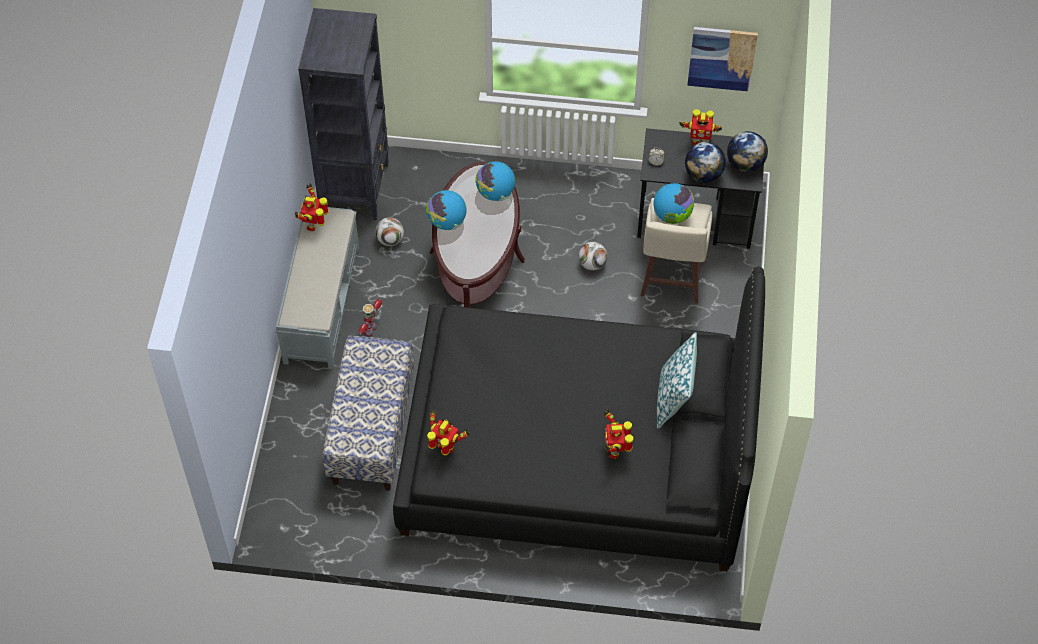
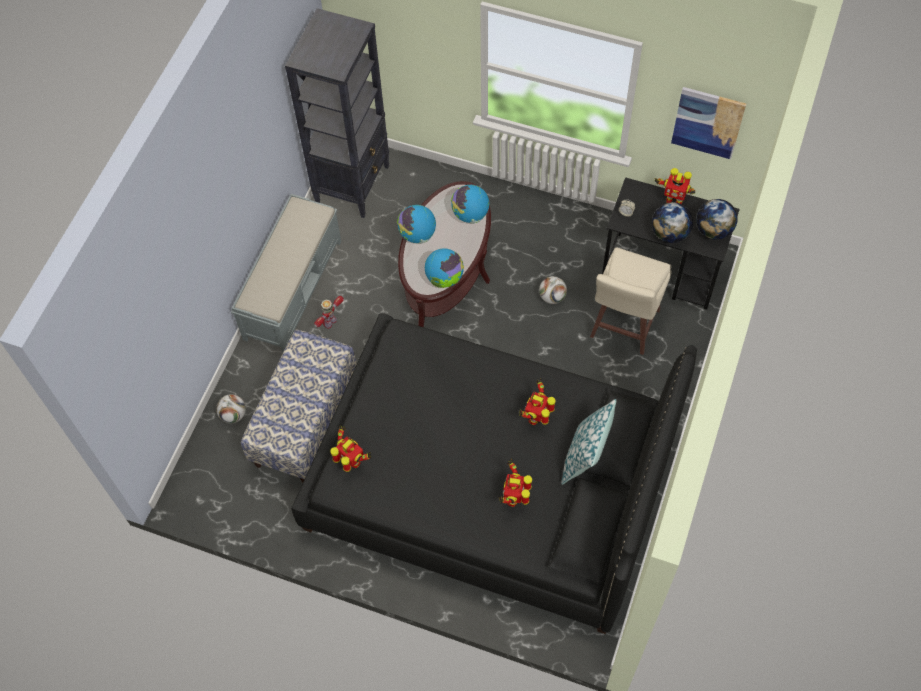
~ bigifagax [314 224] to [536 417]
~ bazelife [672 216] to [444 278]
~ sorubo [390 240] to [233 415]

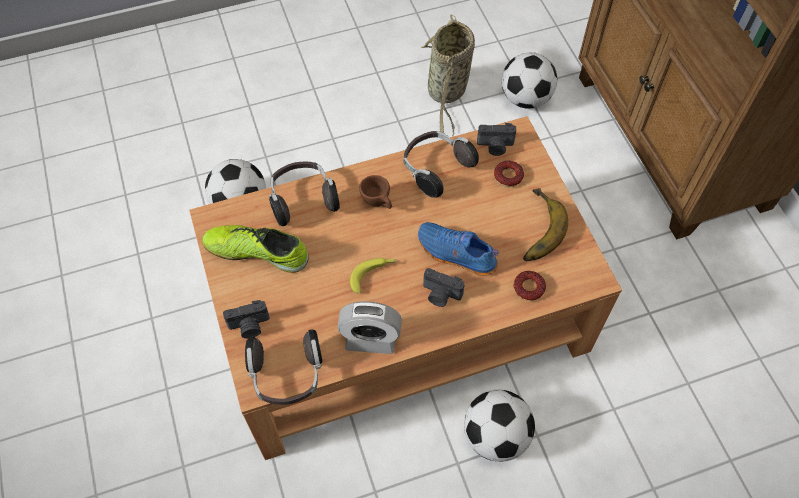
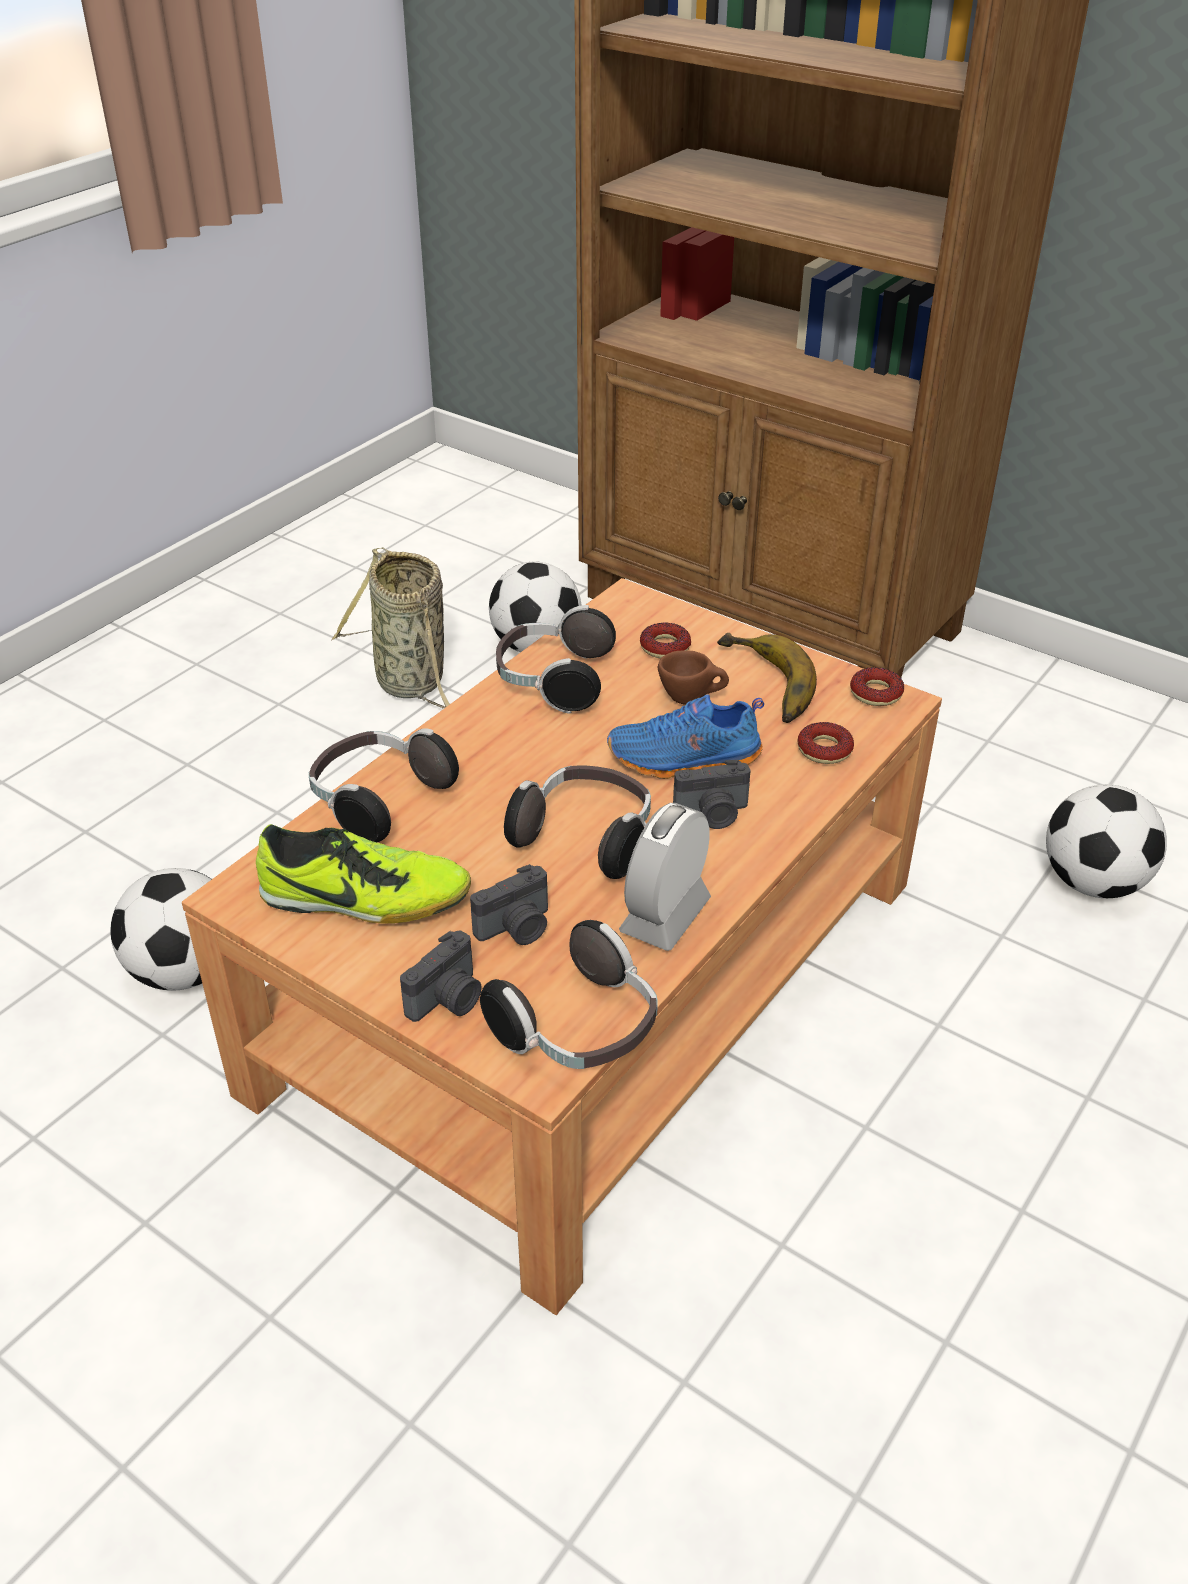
~ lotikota [495 146] to [517 928]
~ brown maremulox [378 203] to [692 699]
~ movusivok [257 252] = [365 899] 150 degrees counterclockwise
~ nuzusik [373 274] to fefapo [587 838]
~ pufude [370 339] = [665 915] 150 degrees clockwise
~ sorubo [495 436] to [1093 883]
+ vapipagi [876 693]

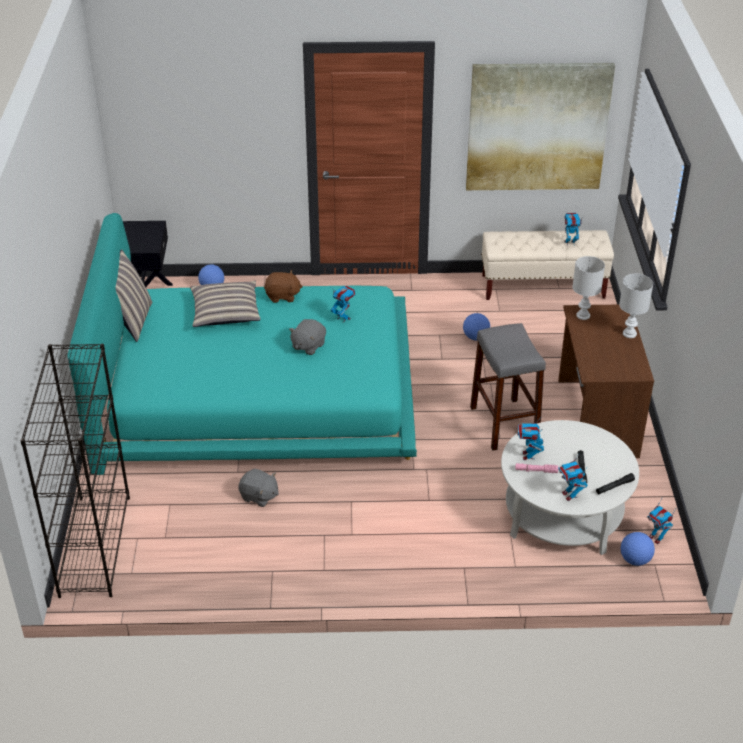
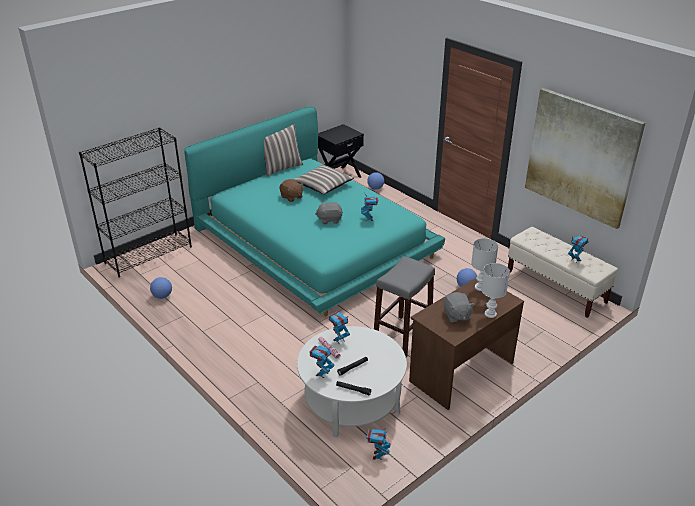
~ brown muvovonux [282 296] to [291 197]
~ grey muvovonux [259 496] to [456 316]
~ sorubo [635 560] to [162 296]

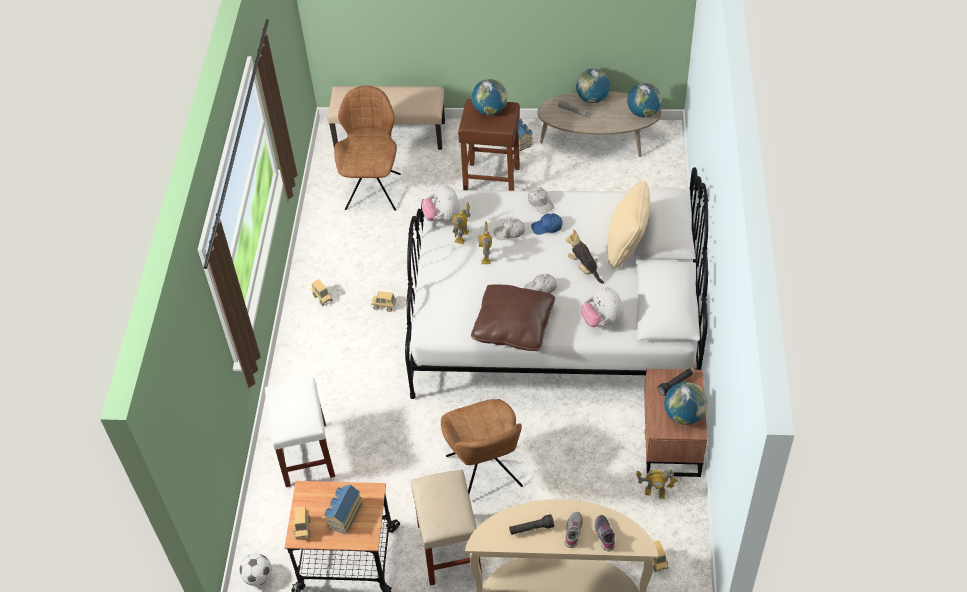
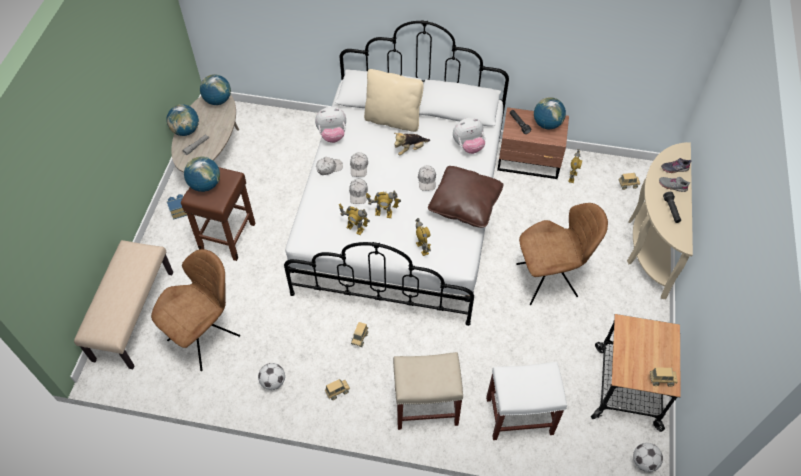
~ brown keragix [373 190] = [206 336] 120 degrees clockwise
~ muvovonux [442 217] to [332 135]
~ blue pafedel [547 227] to white pafedel [359 167]
~ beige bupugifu [448 548] to [425 406]
- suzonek [343 515]
+ bigifagax [422 248]
+ sorubo [273 382]

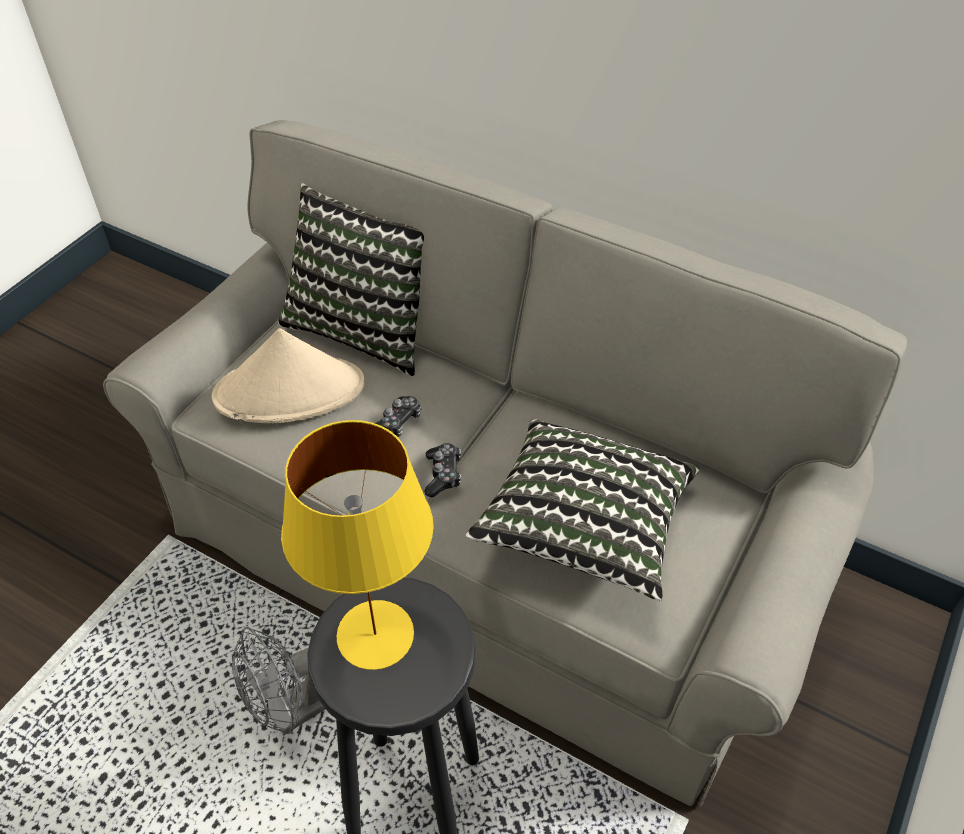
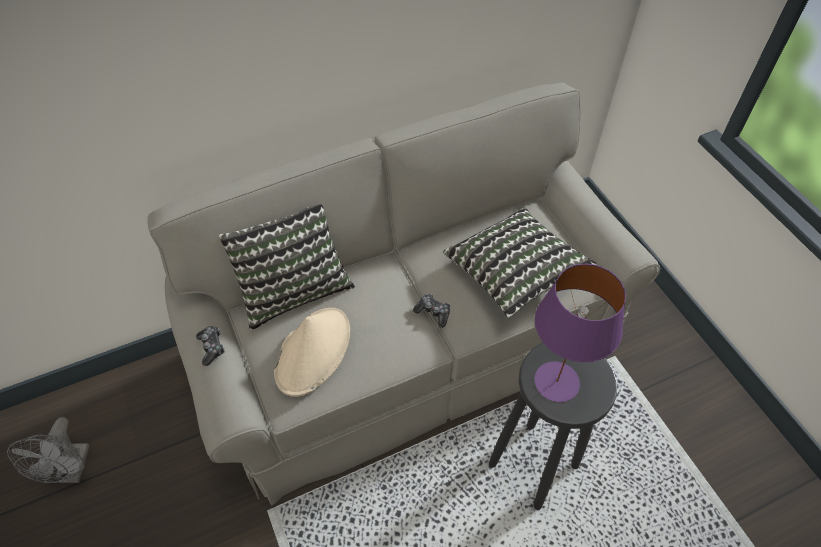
~ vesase [397 422] to [212 347]
~ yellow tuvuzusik [374 633] to purple tuvuzusik [556 381]
~ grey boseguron [293 712] to [72 471]

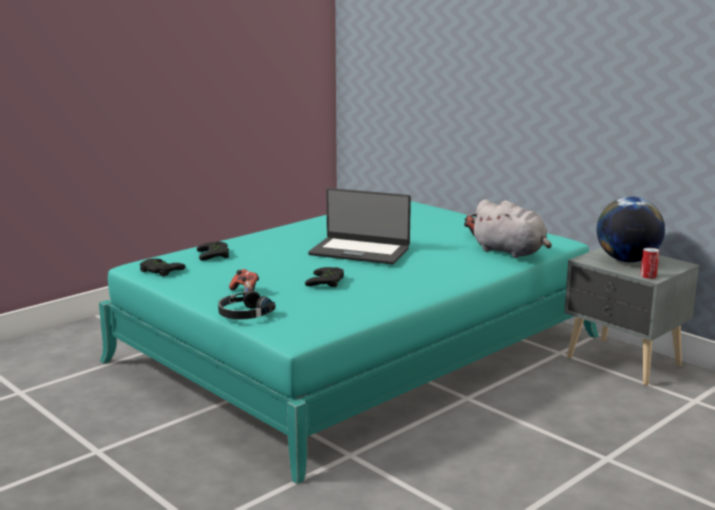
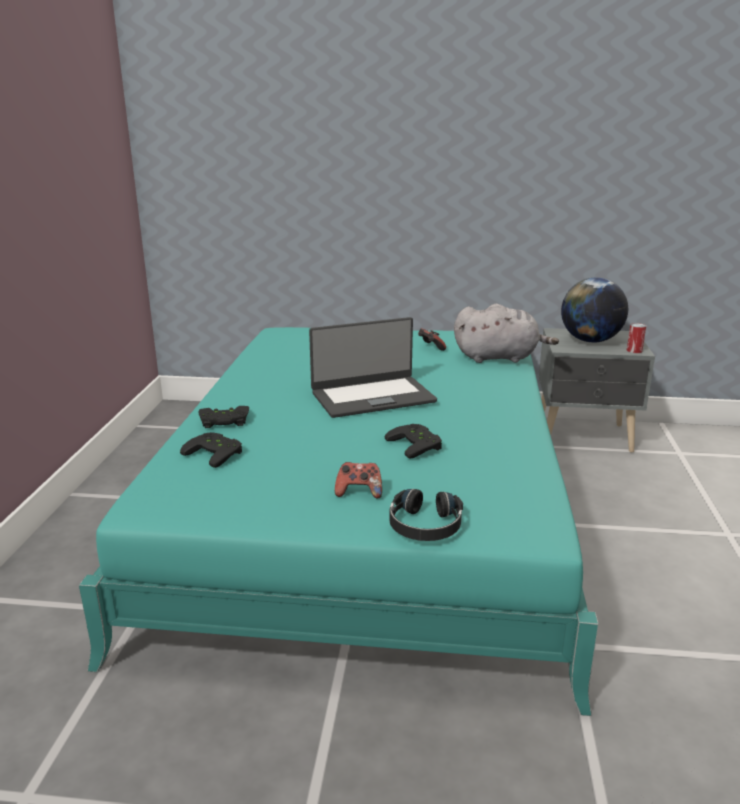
~ black vesase [159 270] to [224 421]

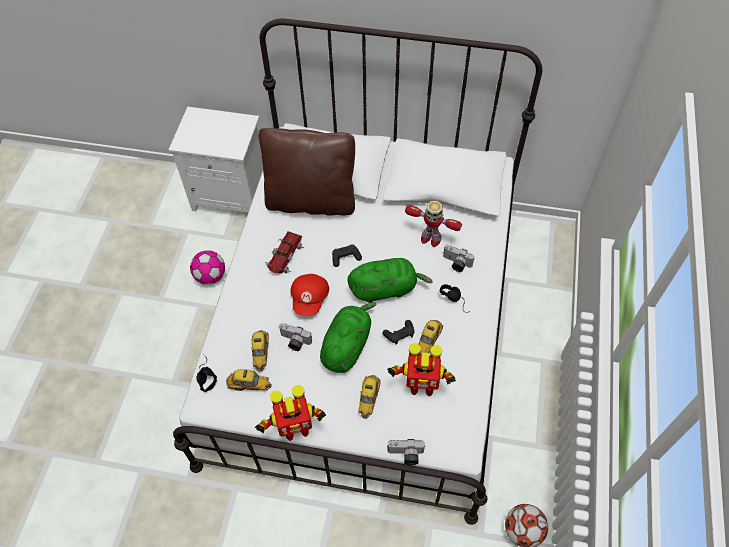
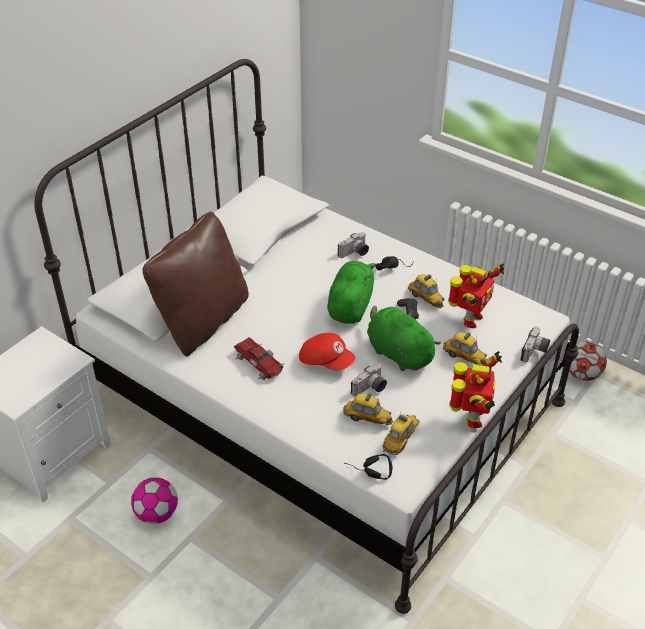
- bigifagax [430 238]
- black vesase [345 257]

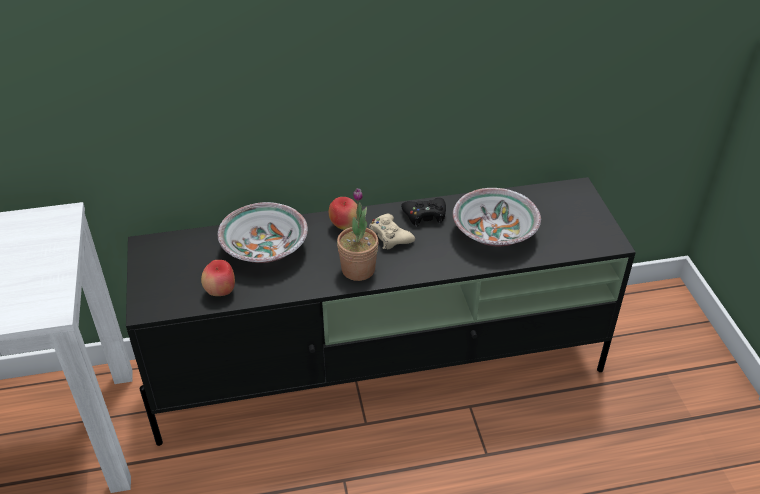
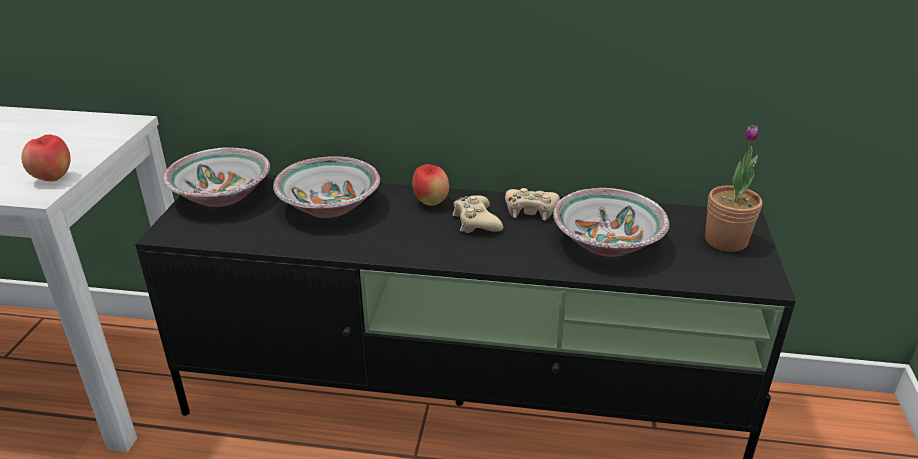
~ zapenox [358 269] to [725 241]
~ black vesase [425 216] to beige vesase [530 210]
~ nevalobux [221 292] to [53 178]
+ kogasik [222 196]

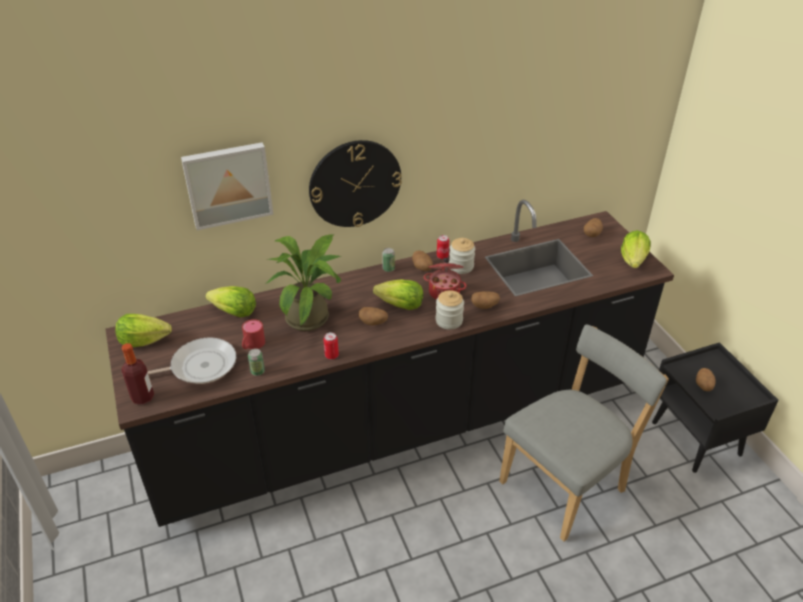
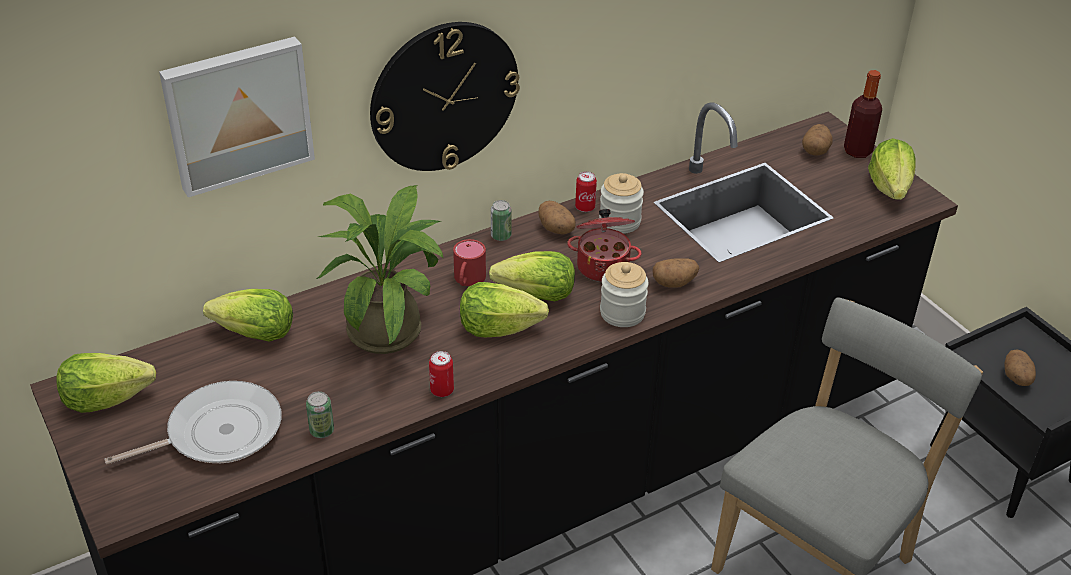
~ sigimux [373 322] to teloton [498 328]
~ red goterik [252 345] to [467 280]
~ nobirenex [142 397] to [857 151]

